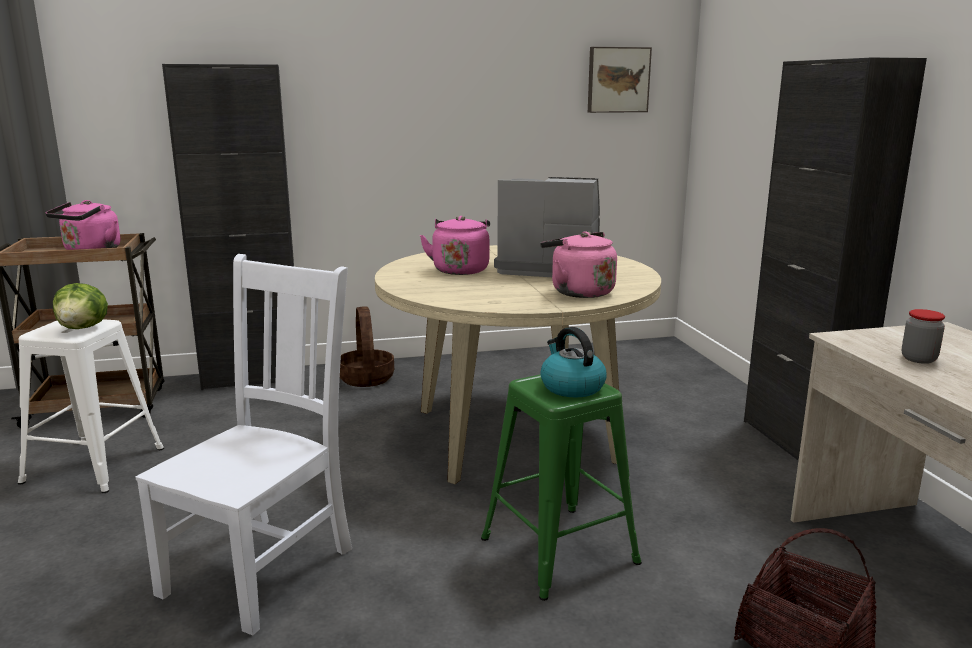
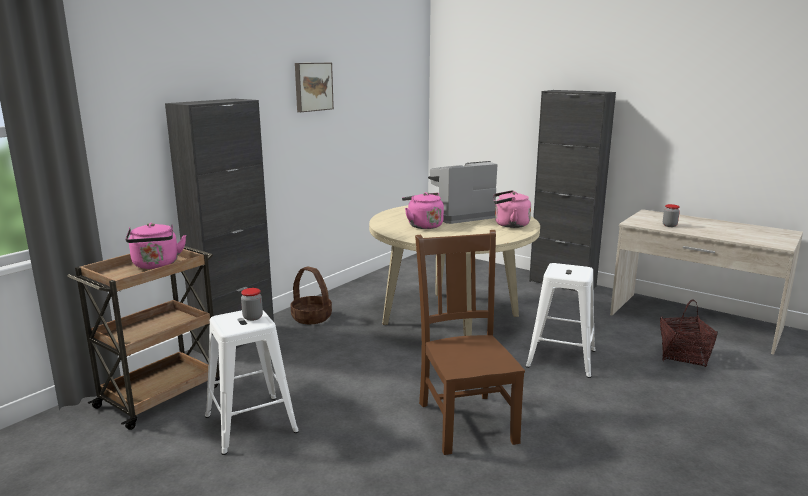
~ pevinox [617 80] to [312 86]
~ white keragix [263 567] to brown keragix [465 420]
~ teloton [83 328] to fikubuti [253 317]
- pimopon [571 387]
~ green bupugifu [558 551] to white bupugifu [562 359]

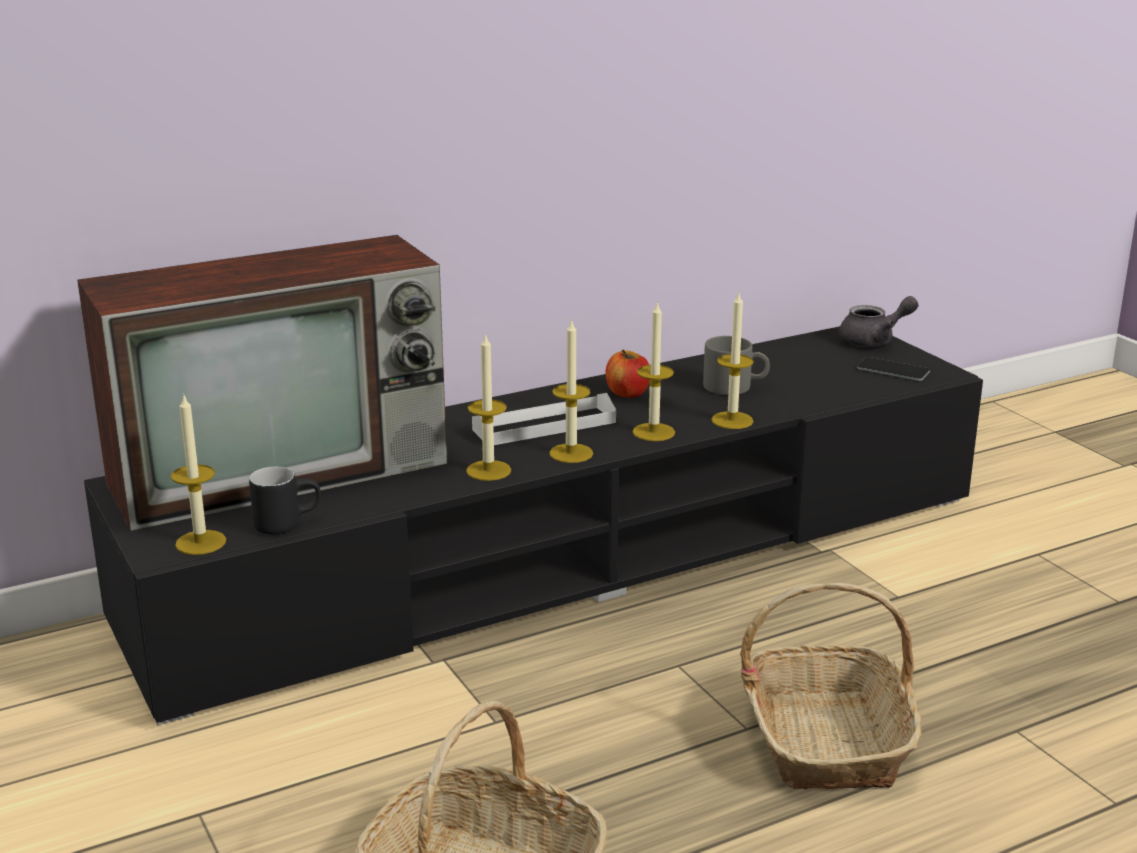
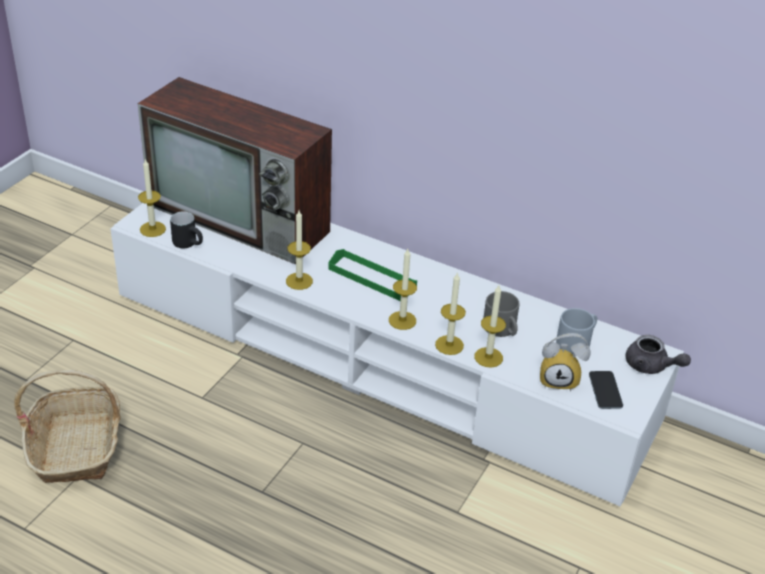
~ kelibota [571 453] to [488 357]
~ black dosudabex [570 558] to white dosudabex [379 358]
- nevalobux [627 393]
~ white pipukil [544 426] to green pipukil [372 278]
- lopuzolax [825 738]
+ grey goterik [576 340]
+ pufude [559 379]

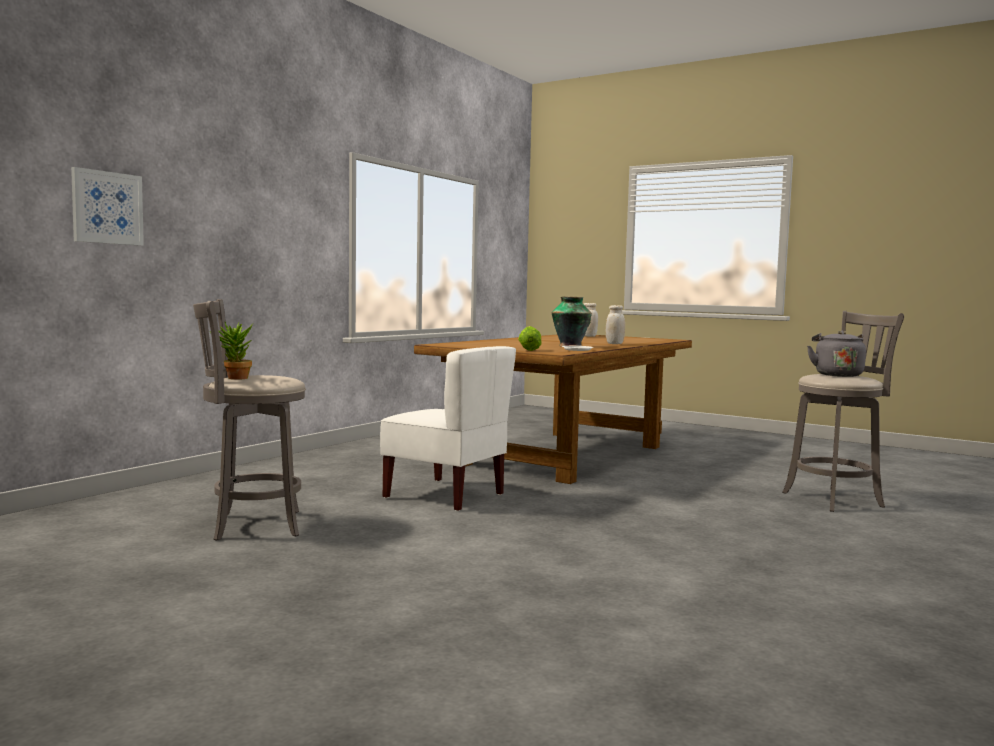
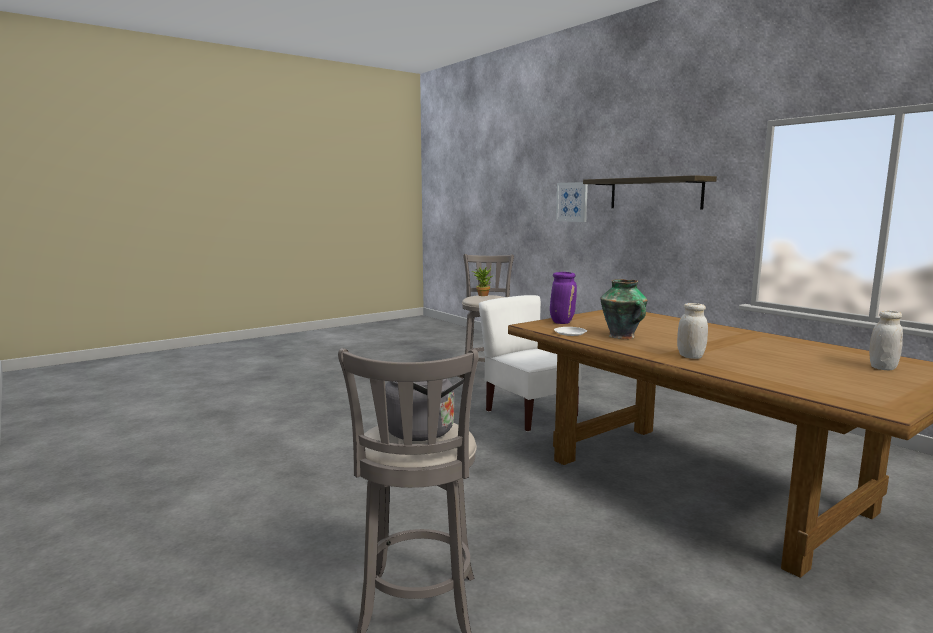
~ teloton [529 350] to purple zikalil [561 322]
~ white keragix [446 496] = [529 414] 90 degrees clockwise
+ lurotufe [655 193]

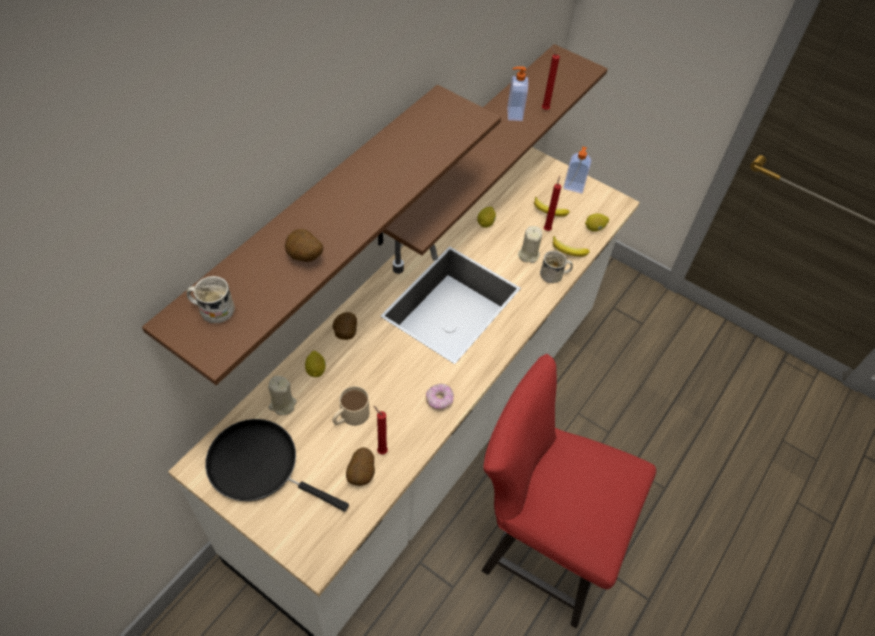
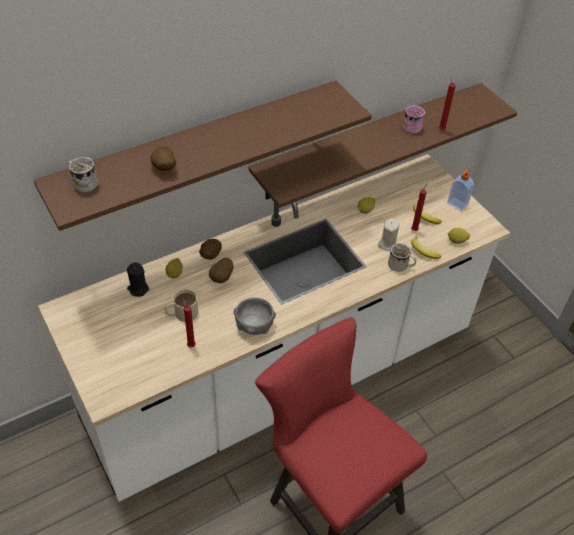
~ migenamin [514 114] to pink goterik [413 126]
~ beige kelibota [282 404] to black kelibota [138 289]
~ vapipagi [439 400] to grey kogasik [254 326]
- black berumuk [259 466]
~ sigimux [362 474] to [222 278]

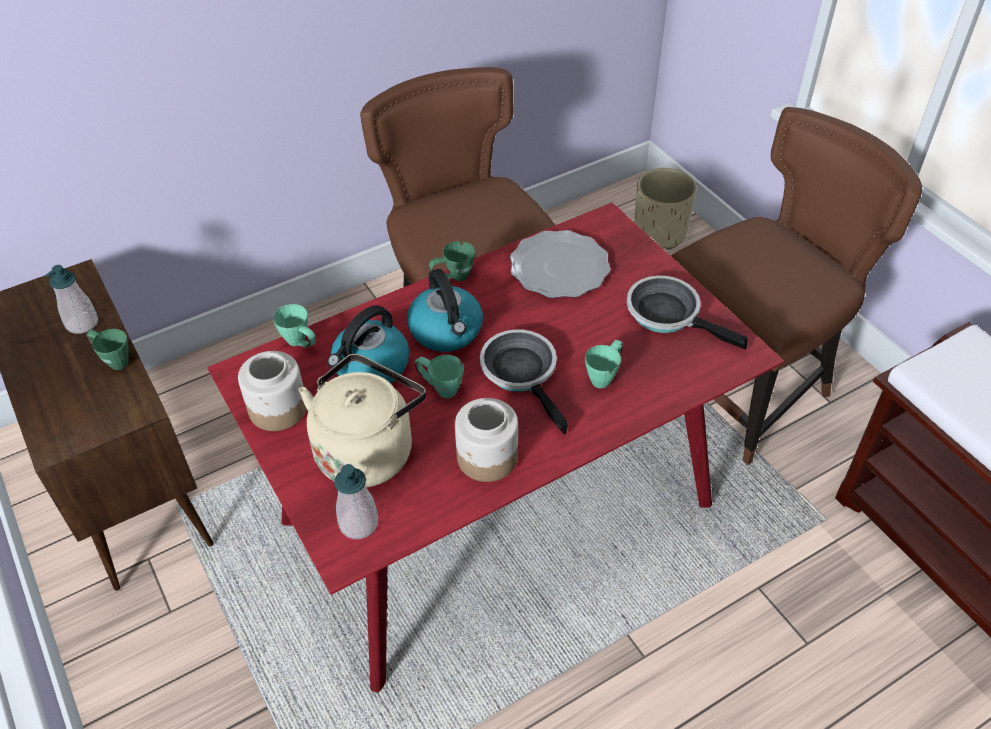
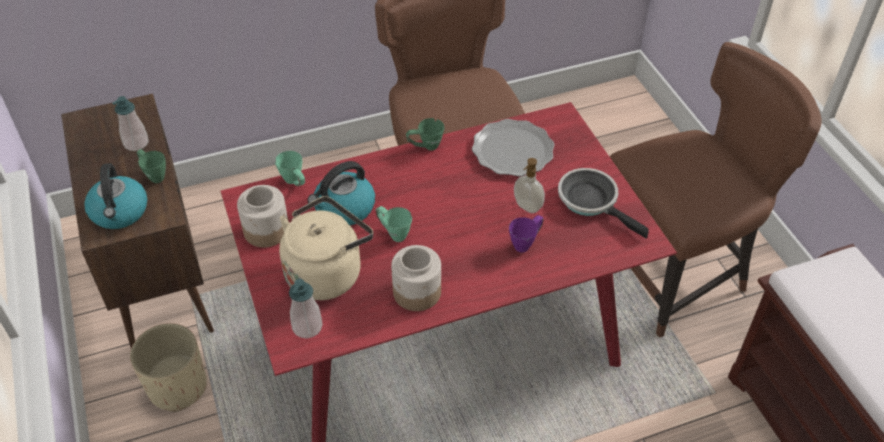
~ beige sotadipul [660 233] to [178 387]
~ pimopon [447 331] to [120 212]
- berumuk [522 374]
~ green goterik [604 376] to purple goterik [526 243]
+ migenamin [527 207]

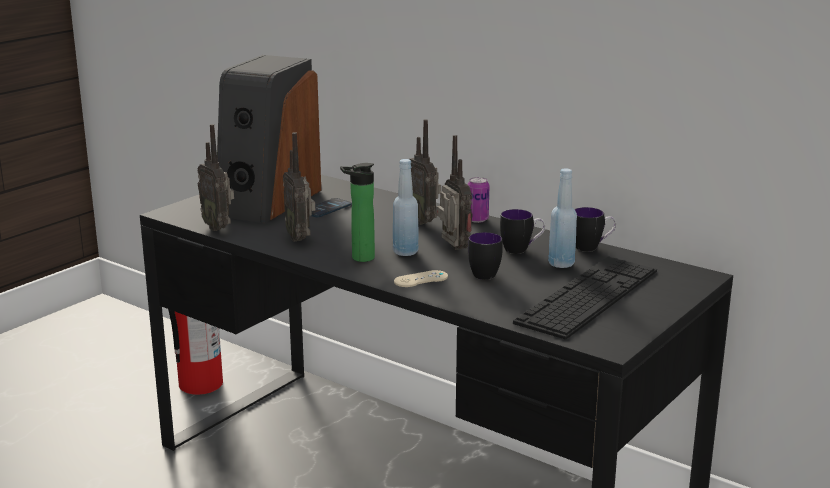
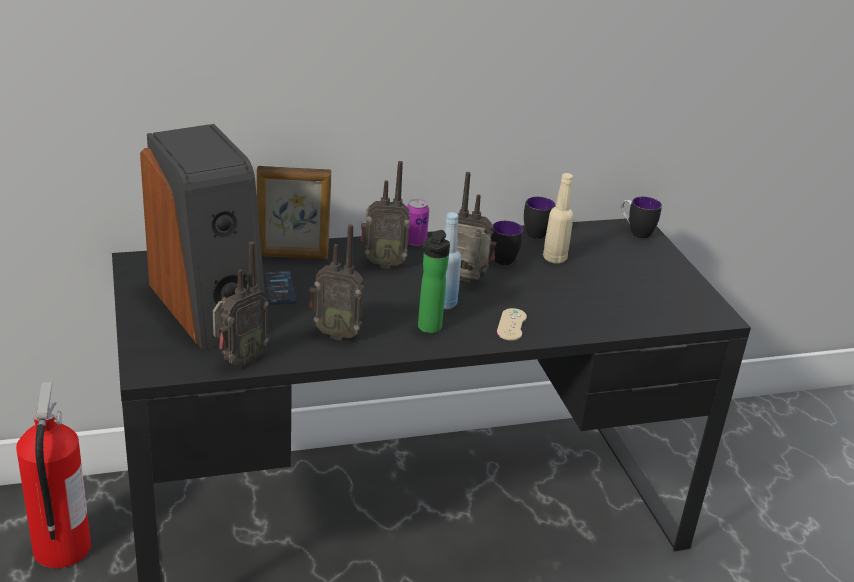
~ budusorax [218 227] = [239 361] 45 degrees counterclockwise
~ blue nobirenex [561 264] to beige nobirenex [554 258]
~ goterik [484 273] to [635 232]
- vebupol [588 296]
+ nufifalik [292 256]

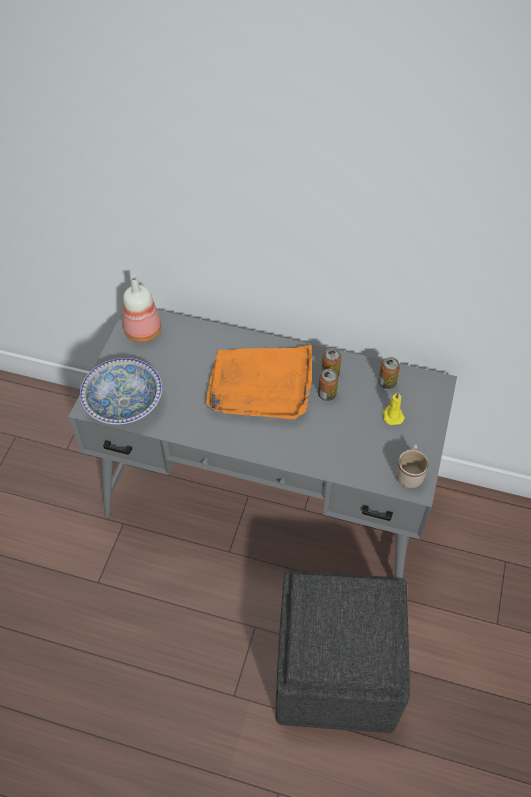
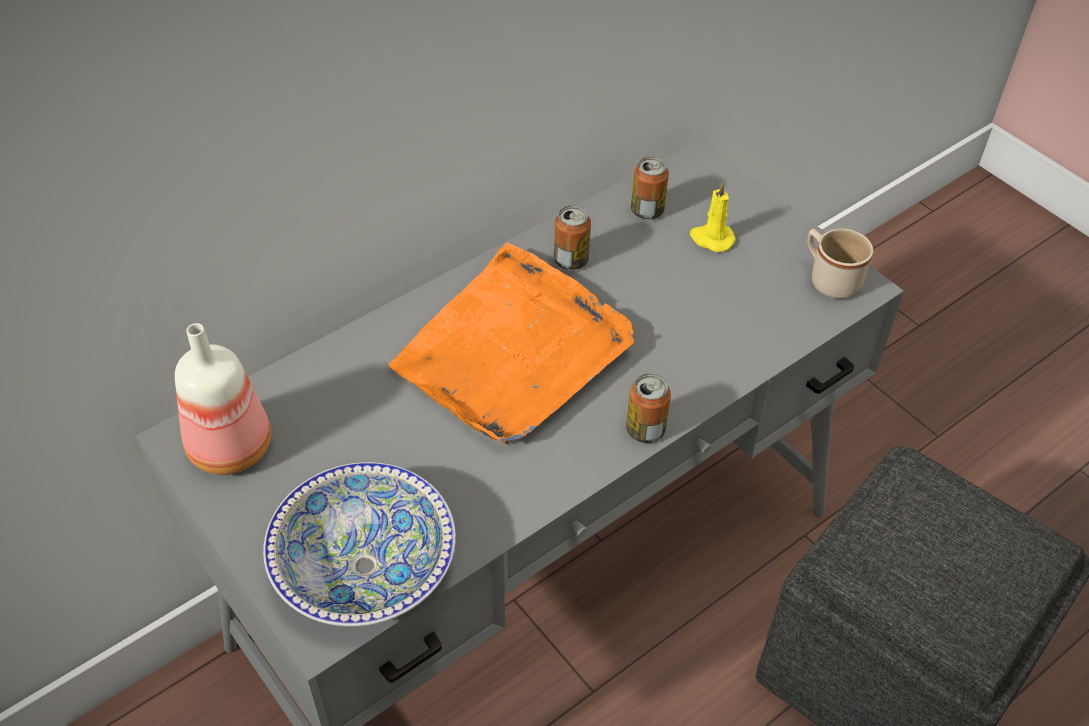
~ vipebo [327 394] to [645 430]

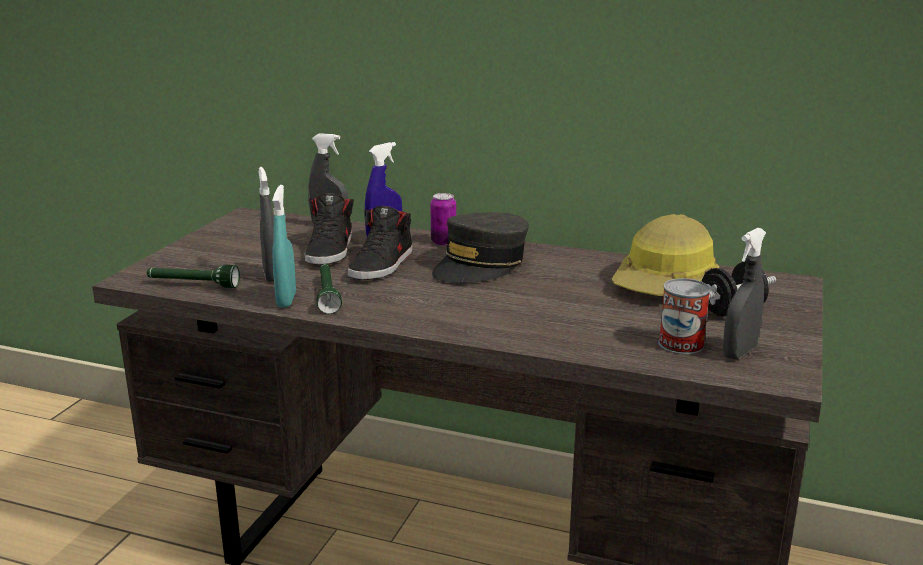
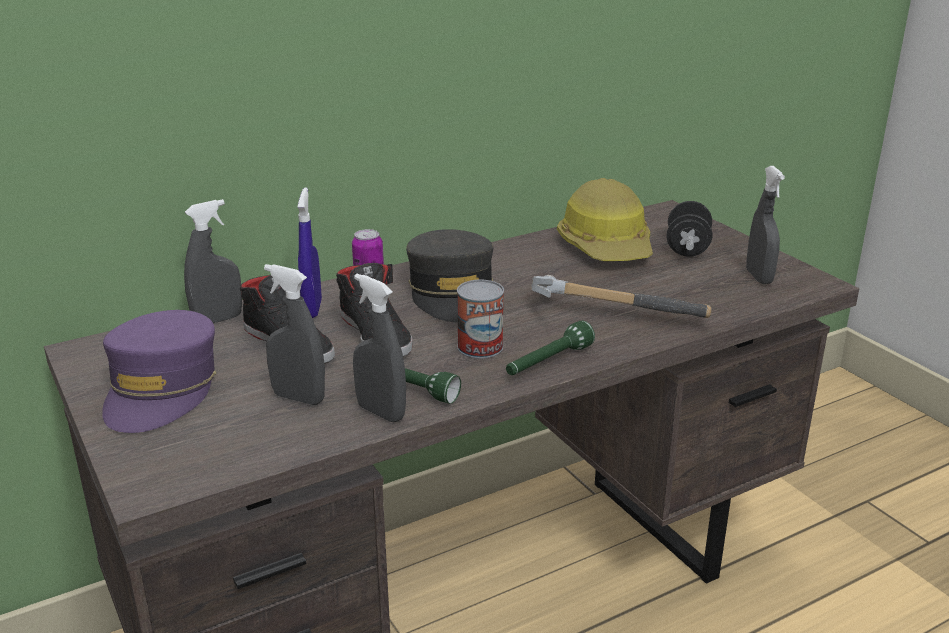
~ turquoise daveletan [286 300] to grey daveletan [381 412]
~ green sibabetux [193 285] to [548 363]
~ vipebo [681 344] to [480 347]
+ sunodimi [610 310]
+ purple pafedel [162 389]

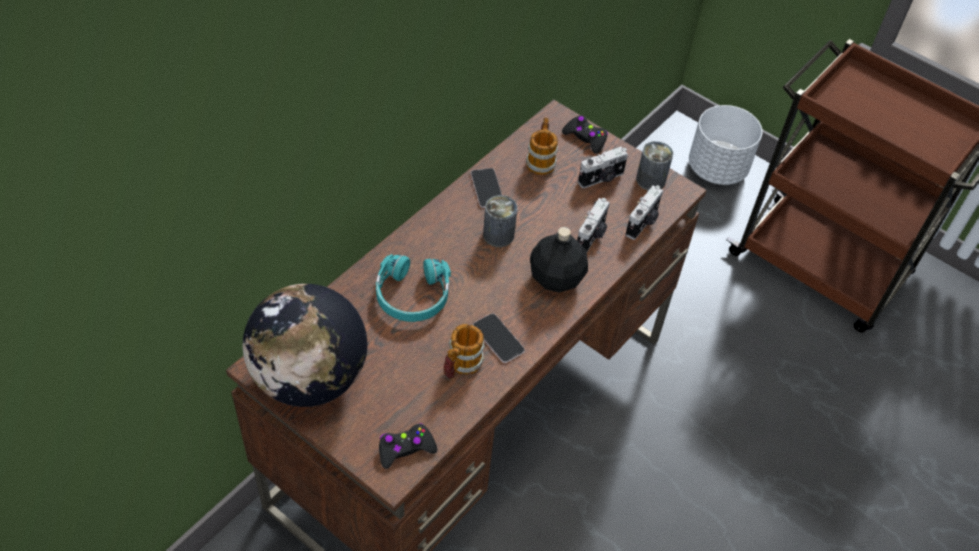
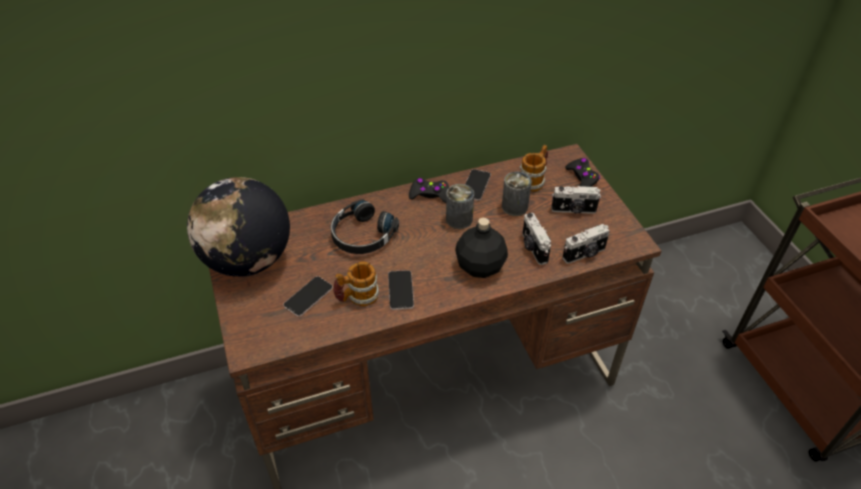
- white sotadipul [717 168]
~ vipebo [650 180] to [514 206]
~ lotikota [592 236] = [533 248] 105 degrees clockwise
~ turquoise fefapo [412 296] to black fefapo [362 235]
~ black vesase [405 449] to [430 194]
+ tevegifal [308 296]

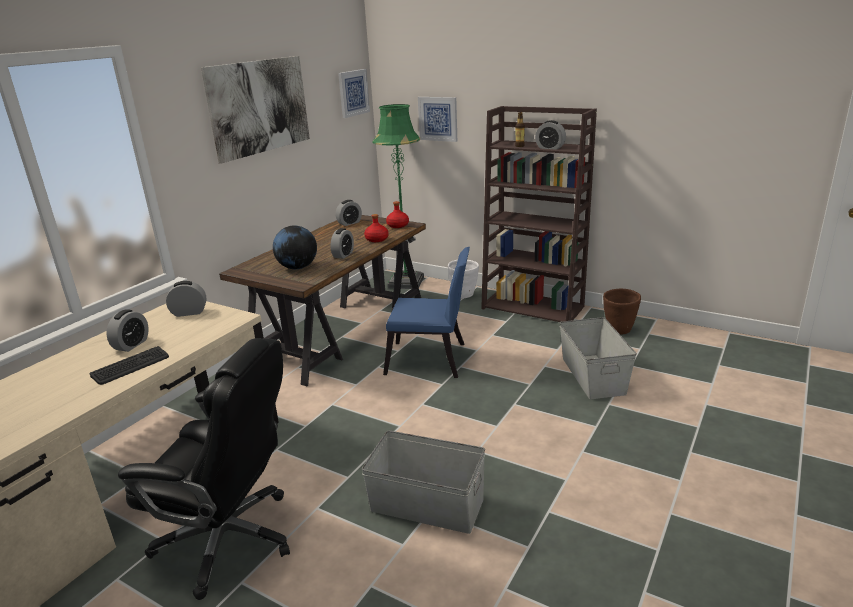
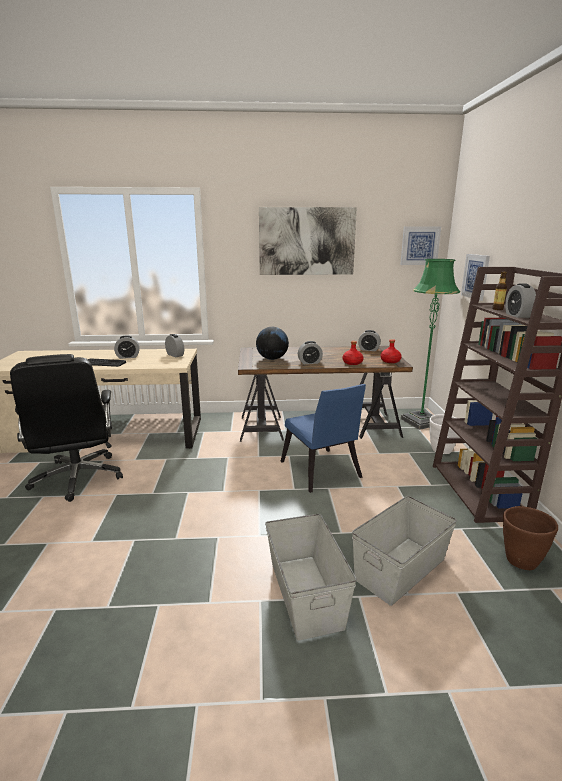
~ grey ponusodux [426 504] to [306 593]

